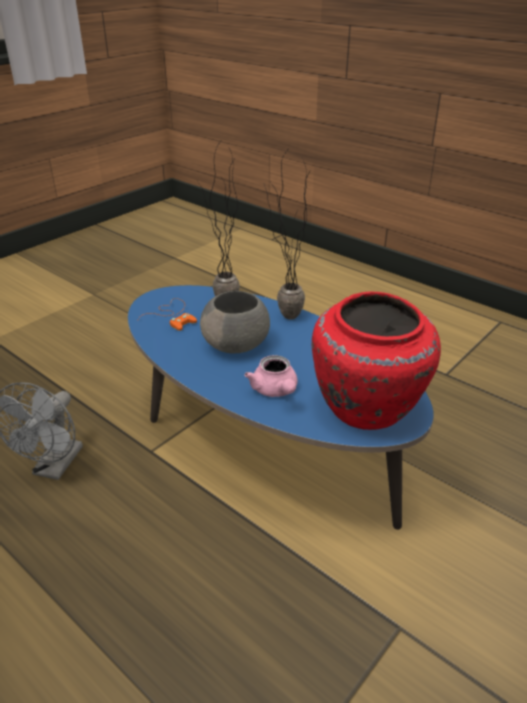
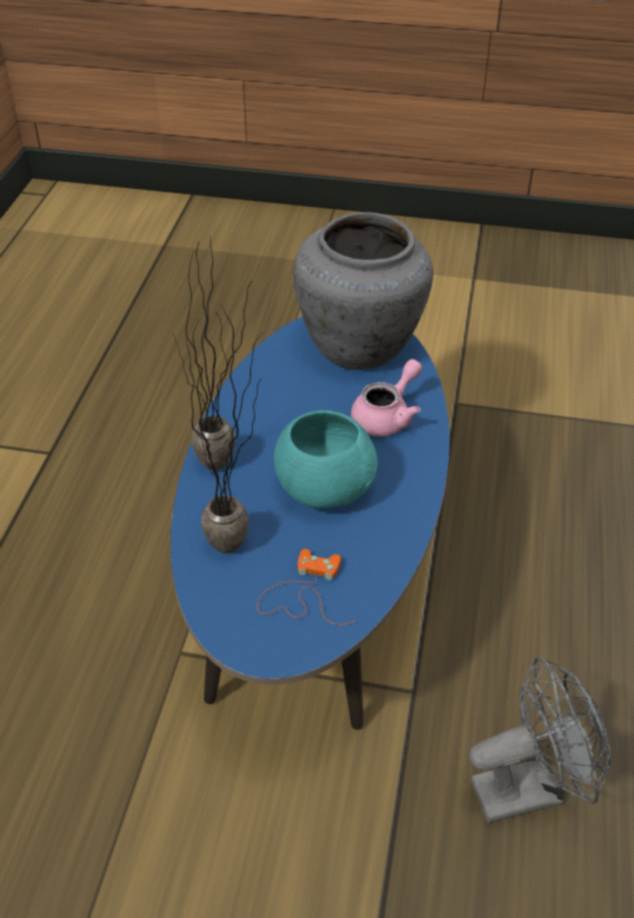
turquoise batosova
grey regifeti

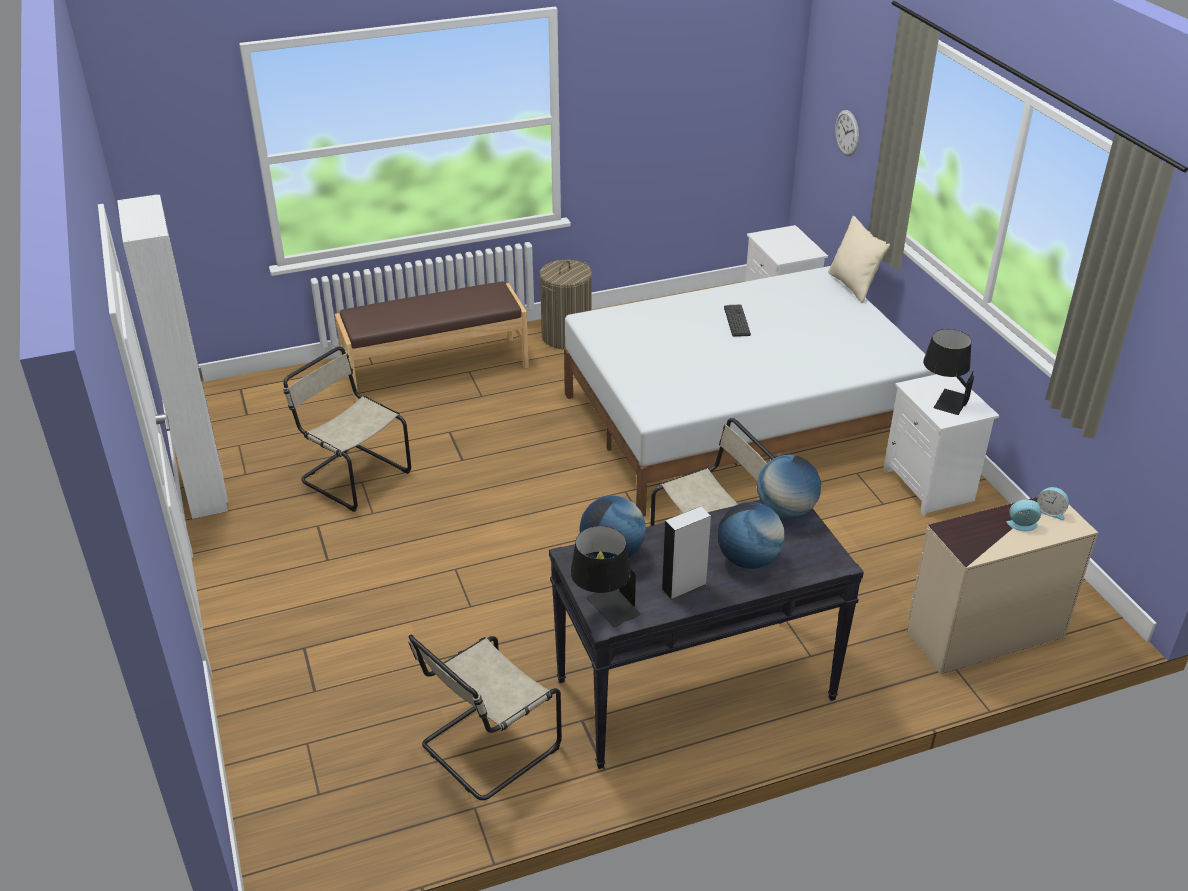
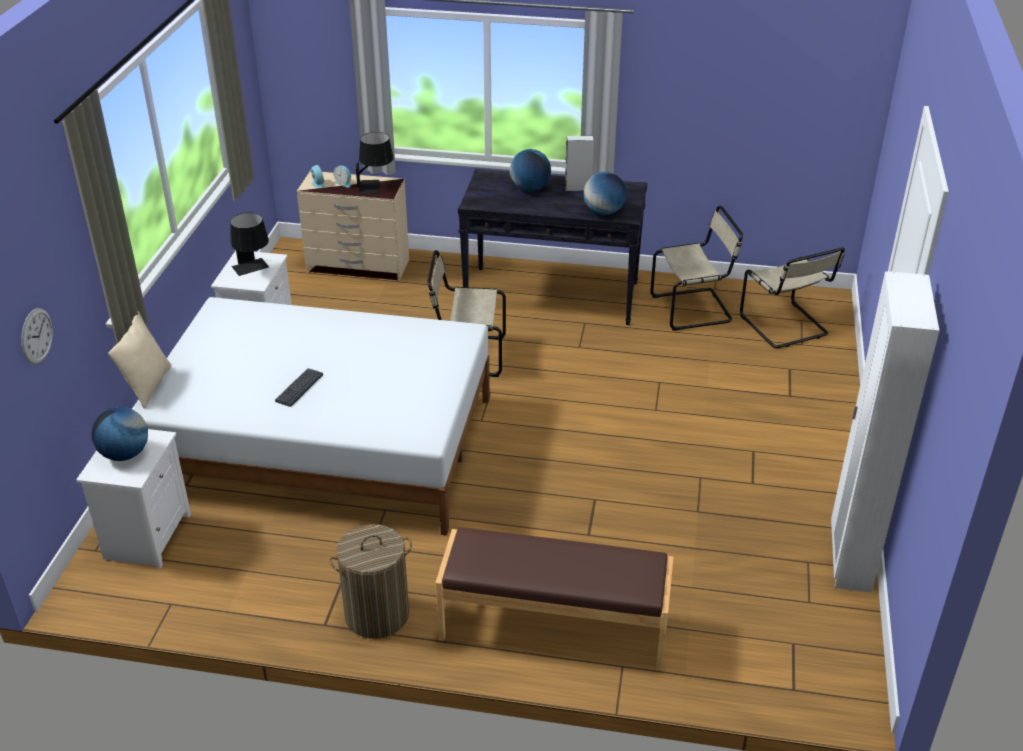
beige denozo (no. 3 from left)
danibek (no. 1 from left)
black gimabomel (no. 2 from left)

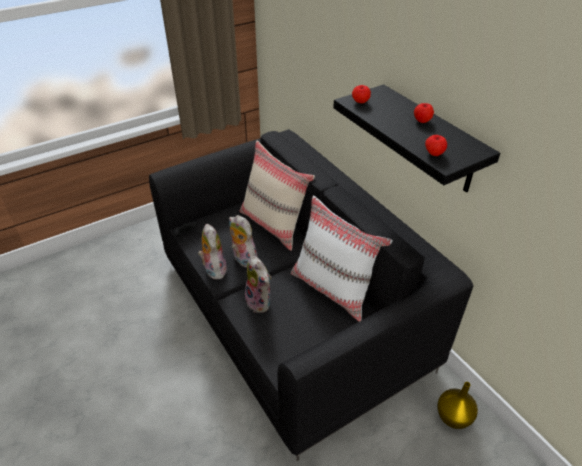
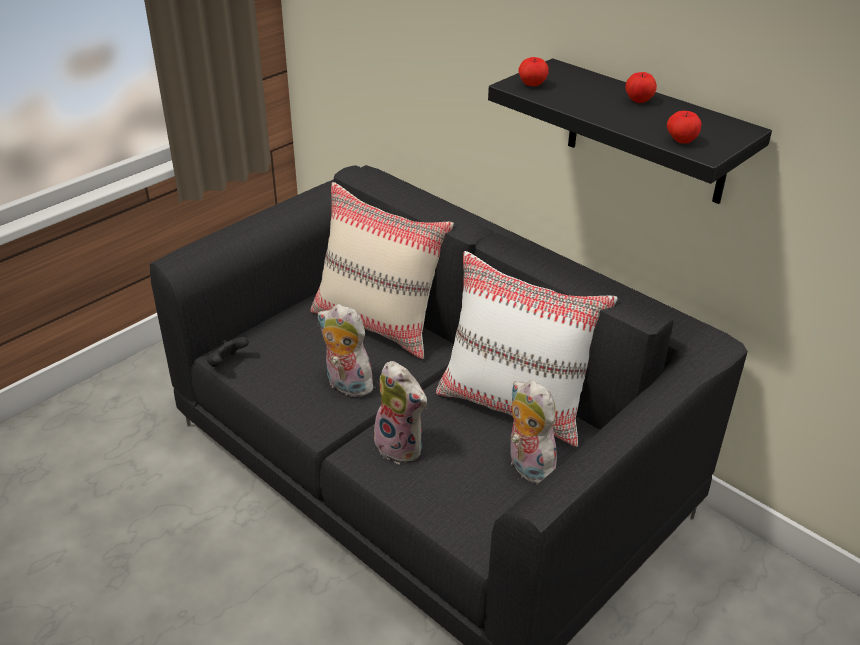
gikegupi (no. 3 from left)
yellow regifeti

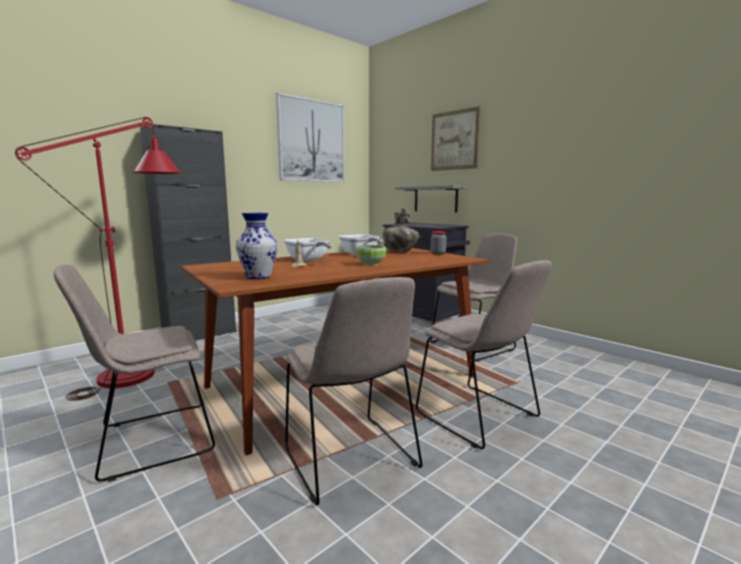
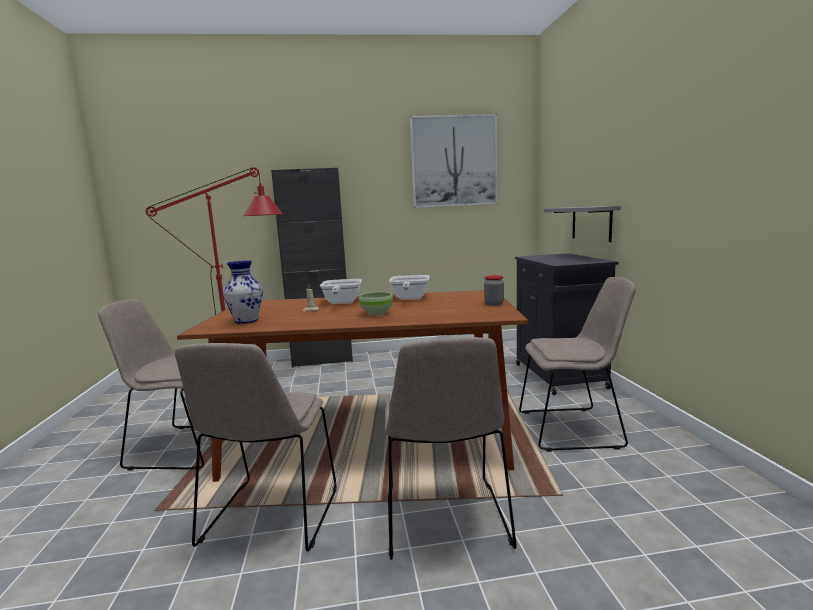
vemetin (no. 2 from left in the first image)
regifeti (no. 2 from left in the first image)

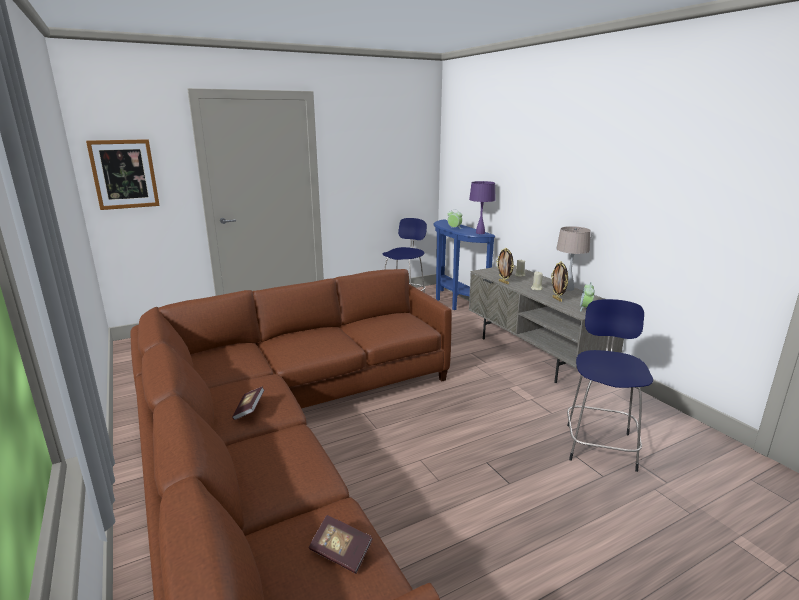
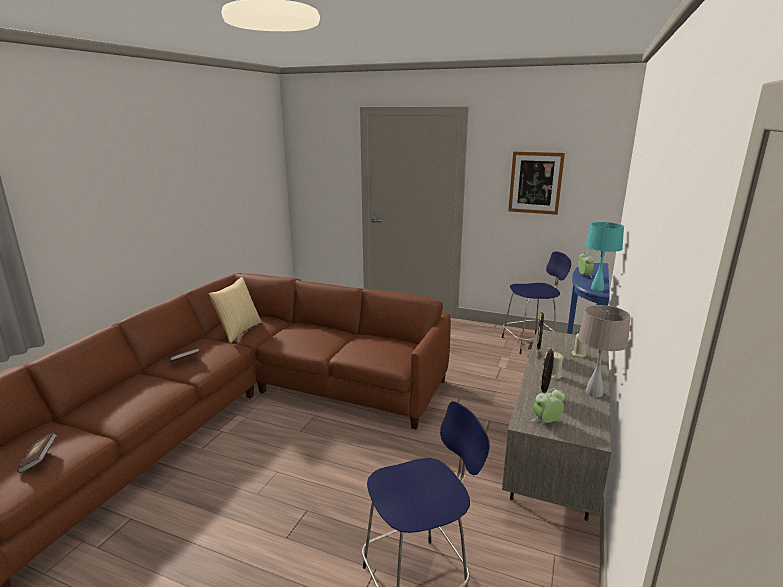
vemetin
turquoise gimabomel
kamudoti

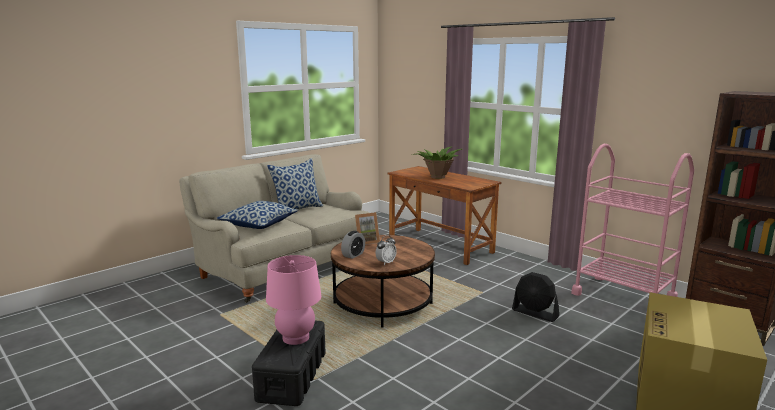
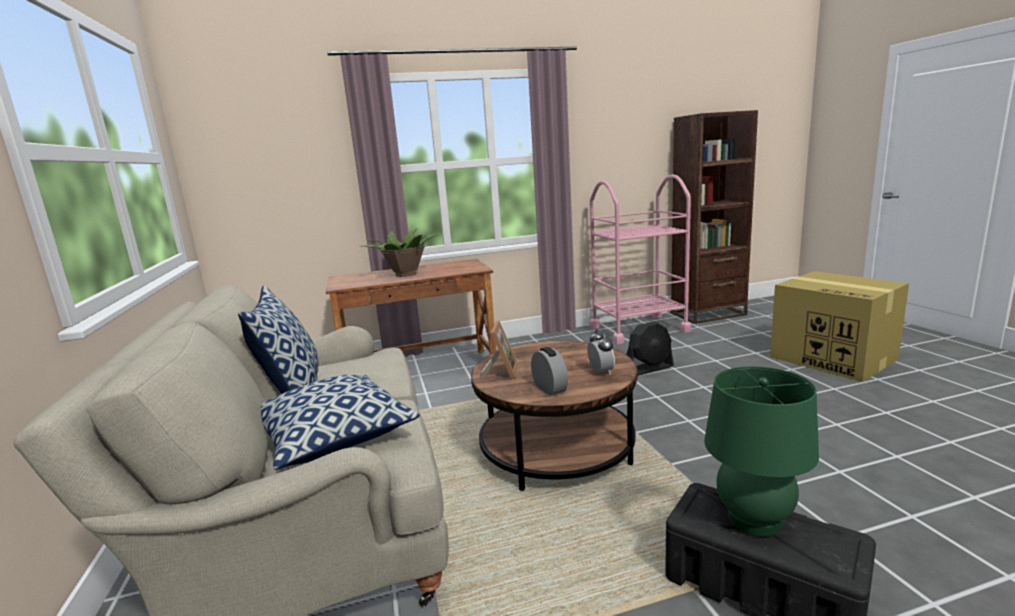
green gimabomel

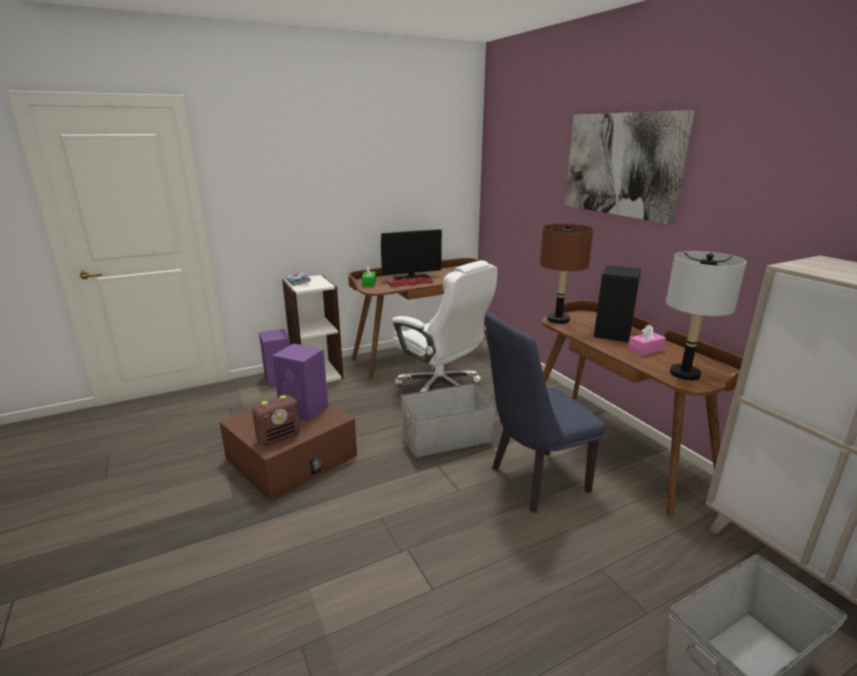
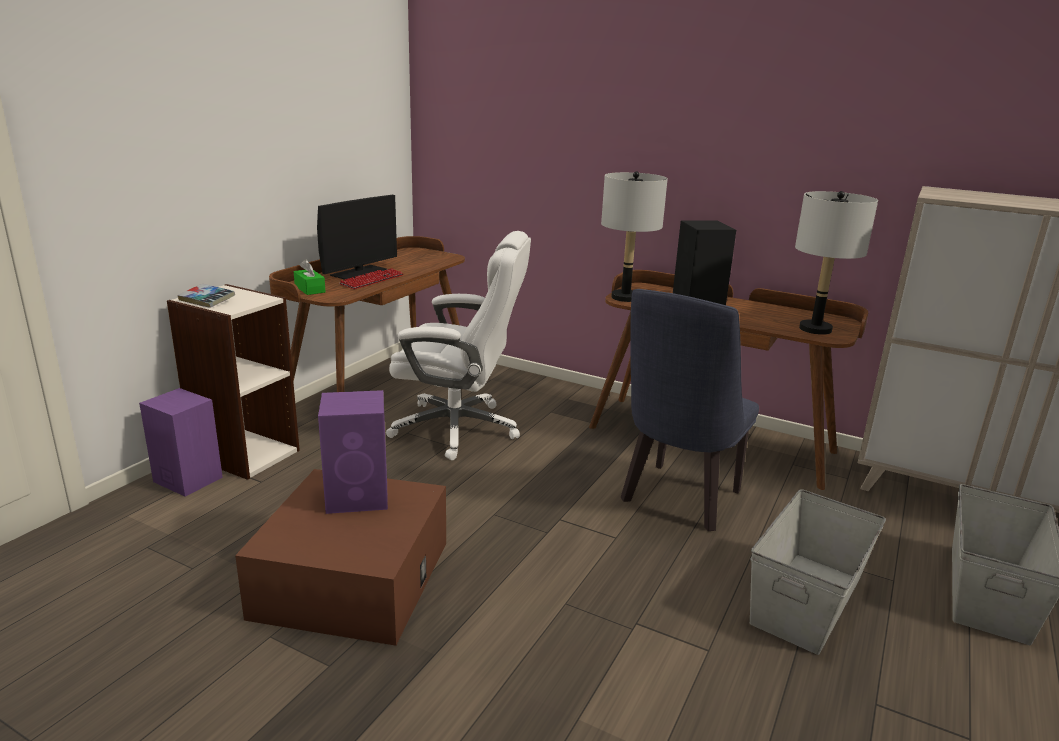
vemetin
grey gimabomel (no. 1 from left)
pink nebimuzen
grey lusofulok (no. 1 from left)
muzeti

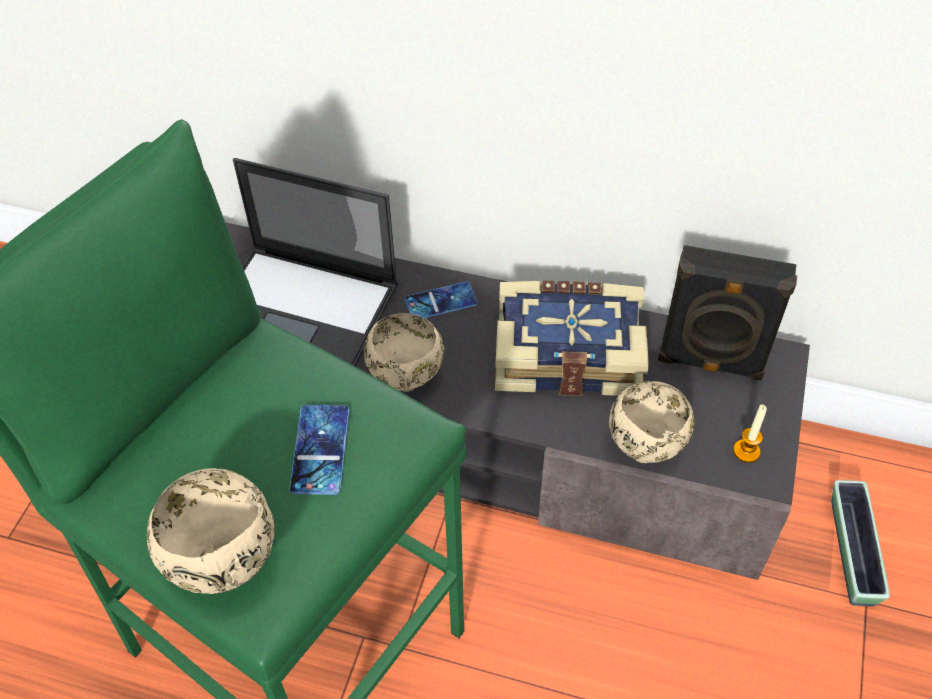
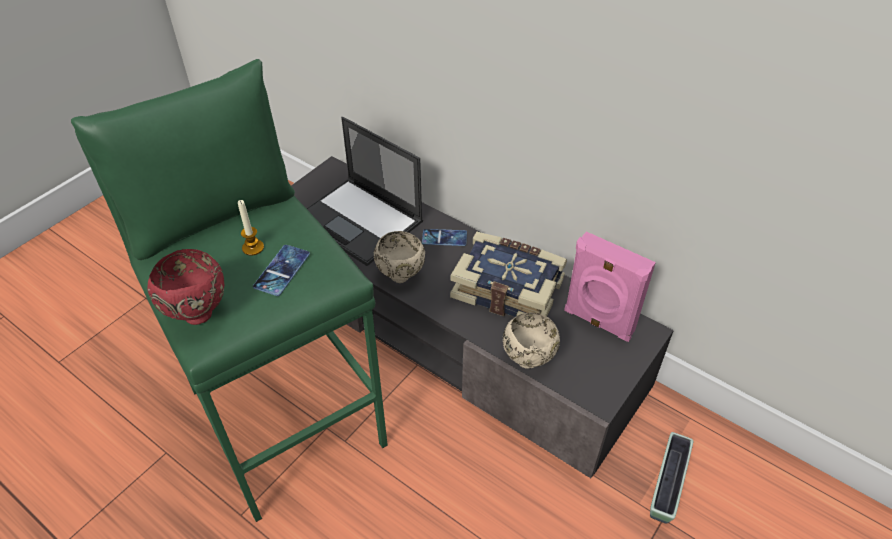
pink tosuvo
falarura
red batosova

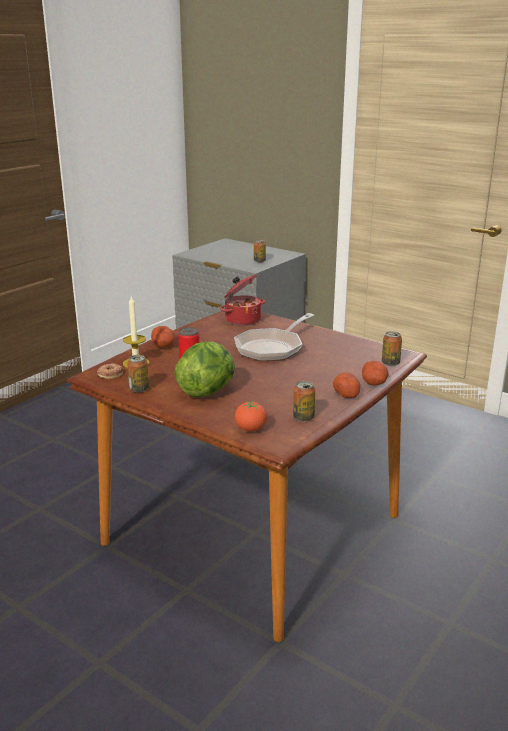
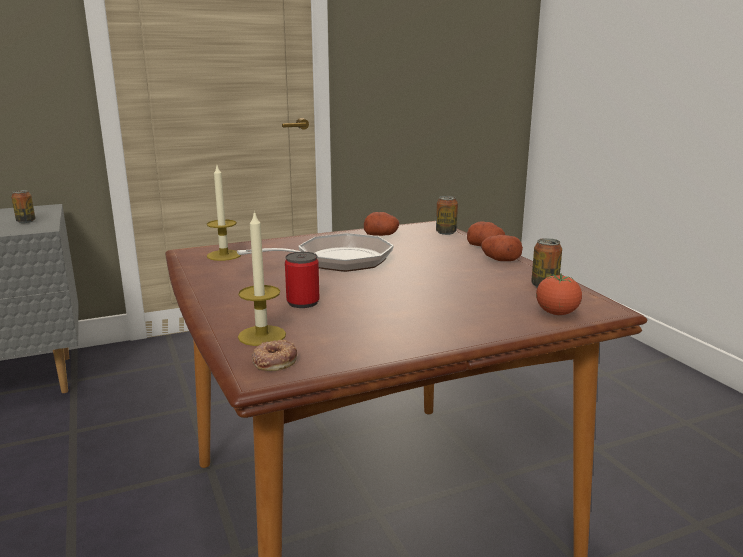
falarura (no. 1 from left)
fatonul
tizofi (no. 1 from left)
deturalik
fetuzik (no. 1 from left in the first image)

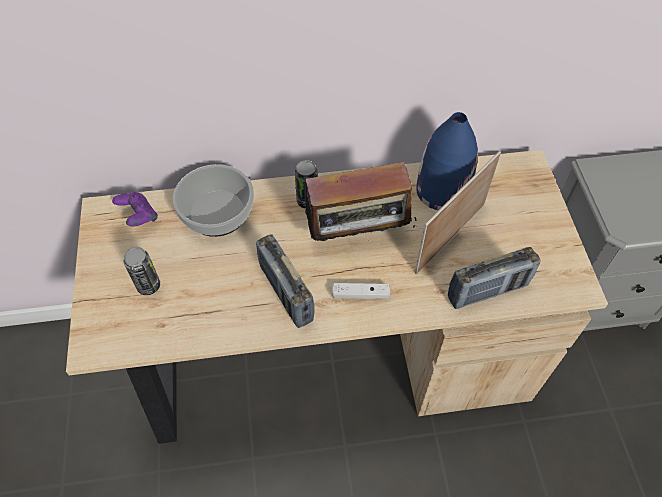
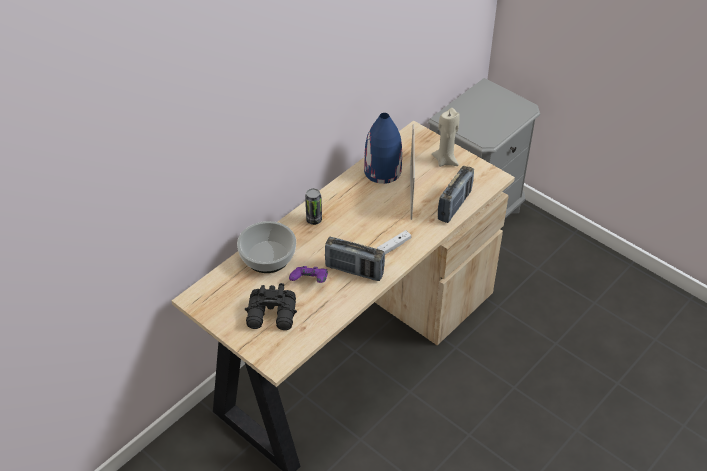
muzeti (no. 2 from left in the first image)
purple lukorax
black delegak
beige falarura

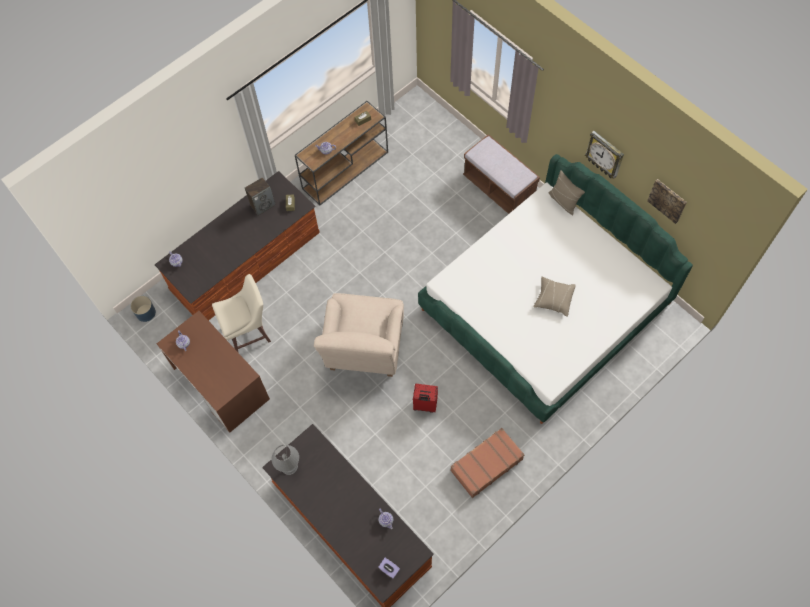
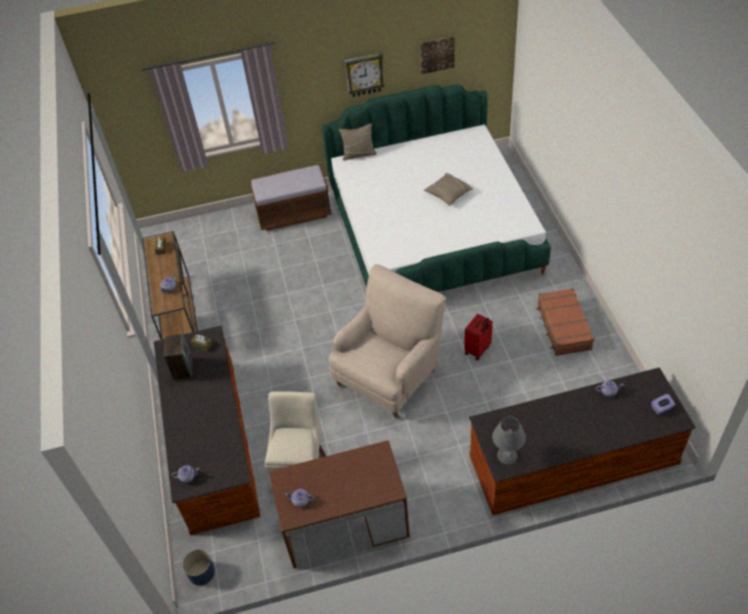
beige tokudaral

